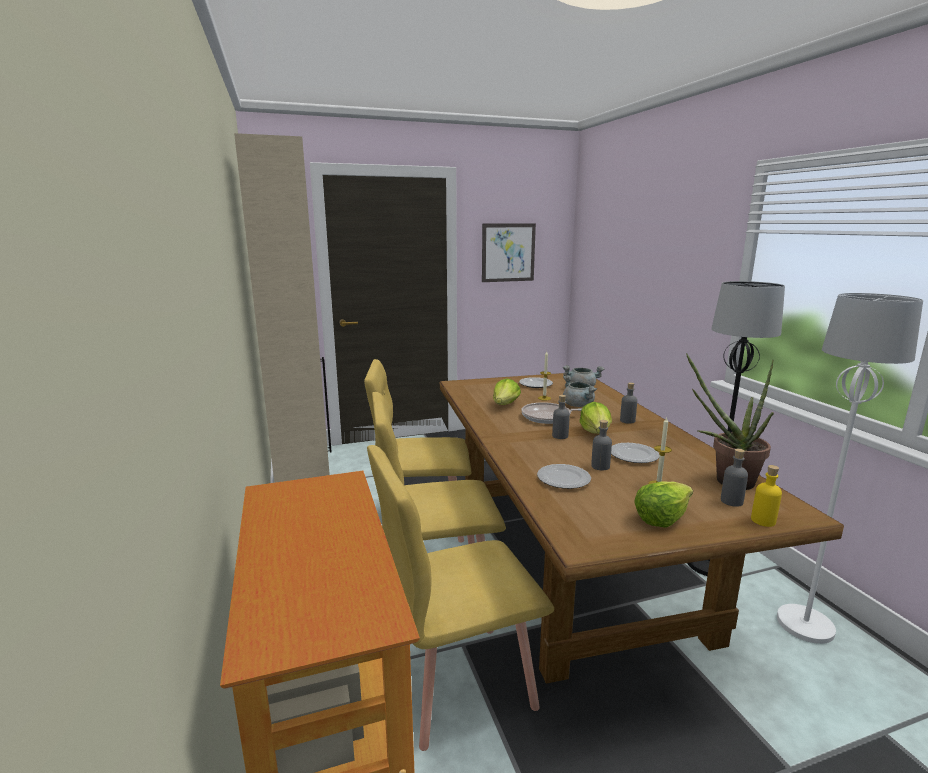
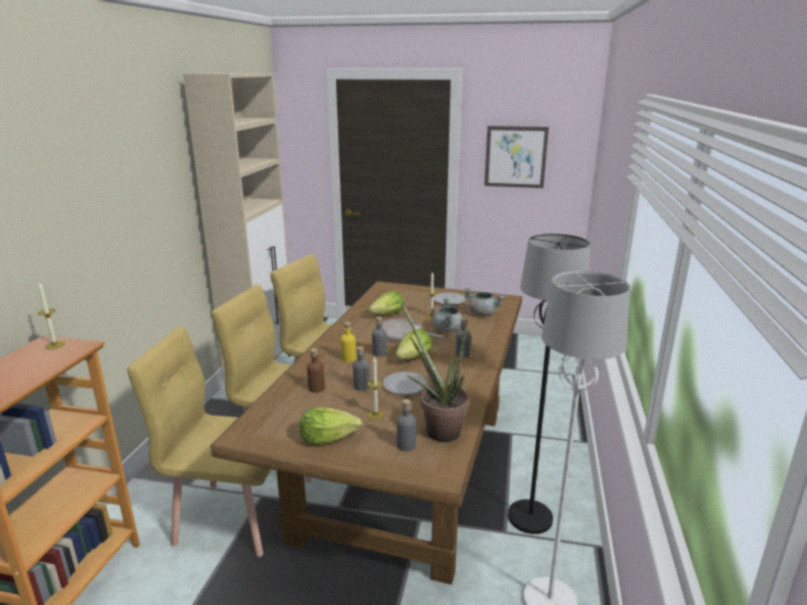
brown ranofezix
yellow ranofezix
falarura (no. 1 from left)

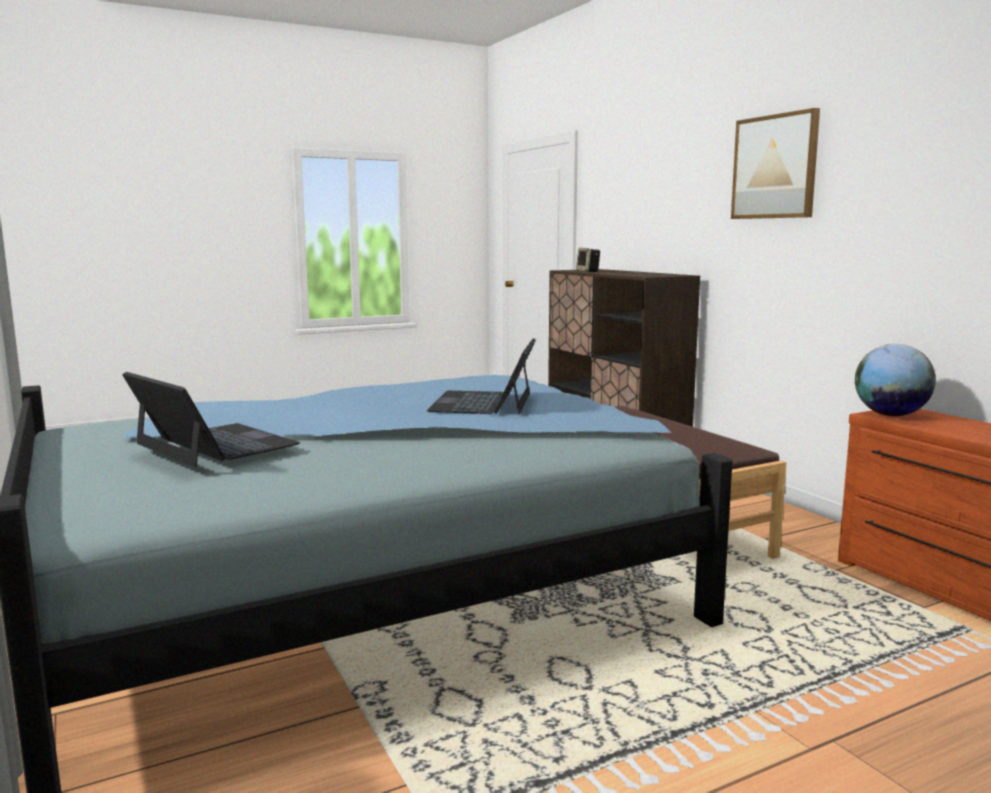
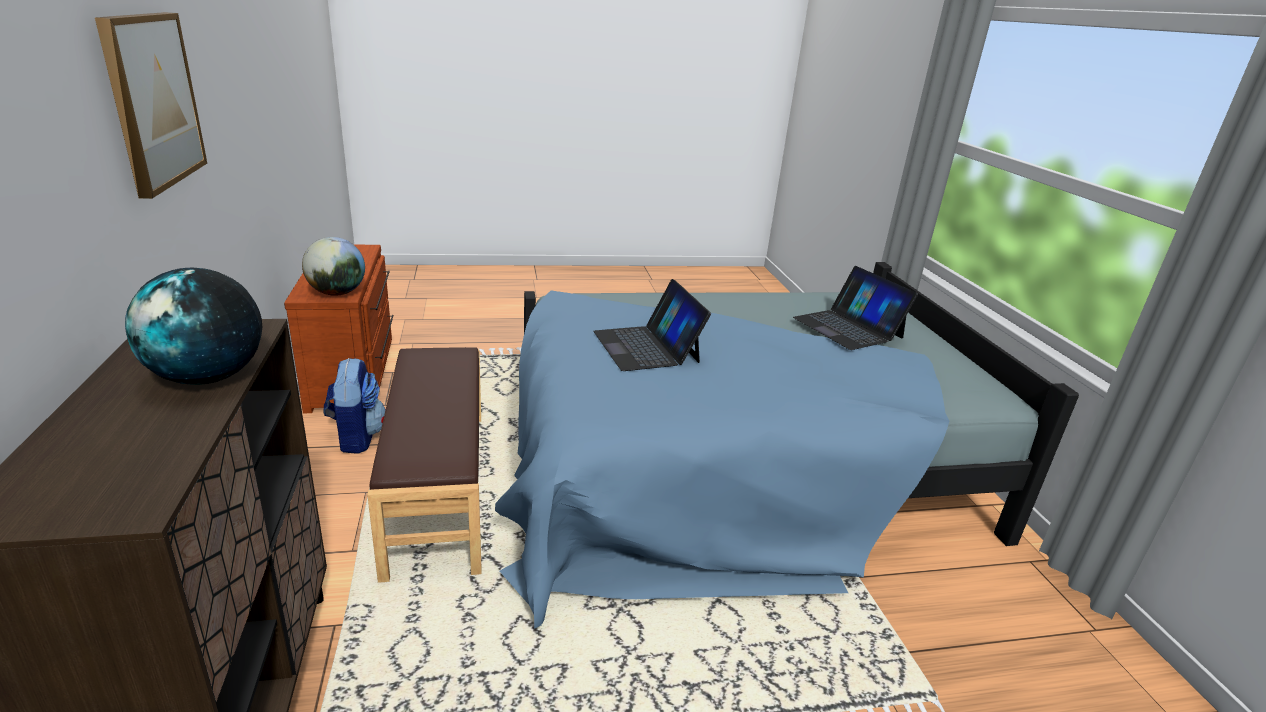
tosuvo
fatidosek (no. 1 from left)
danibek (no. 1 from left)
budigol

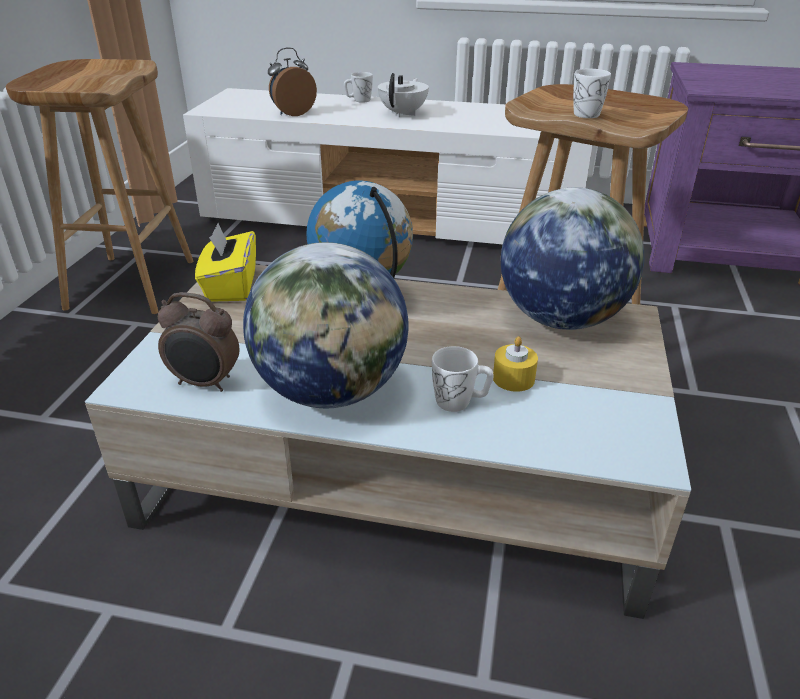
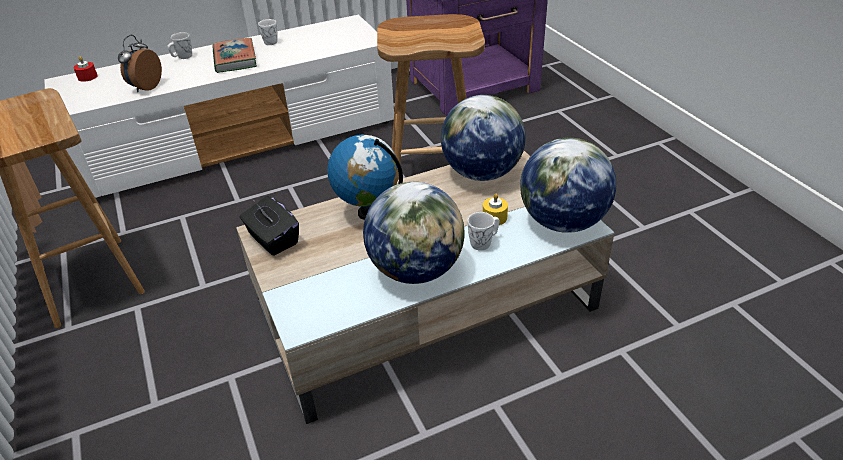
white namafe (no. 2 from left)
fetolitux
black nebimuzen
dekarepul (no. 1 from left in the first image)
red falarura
danibek (no. 4 from left)

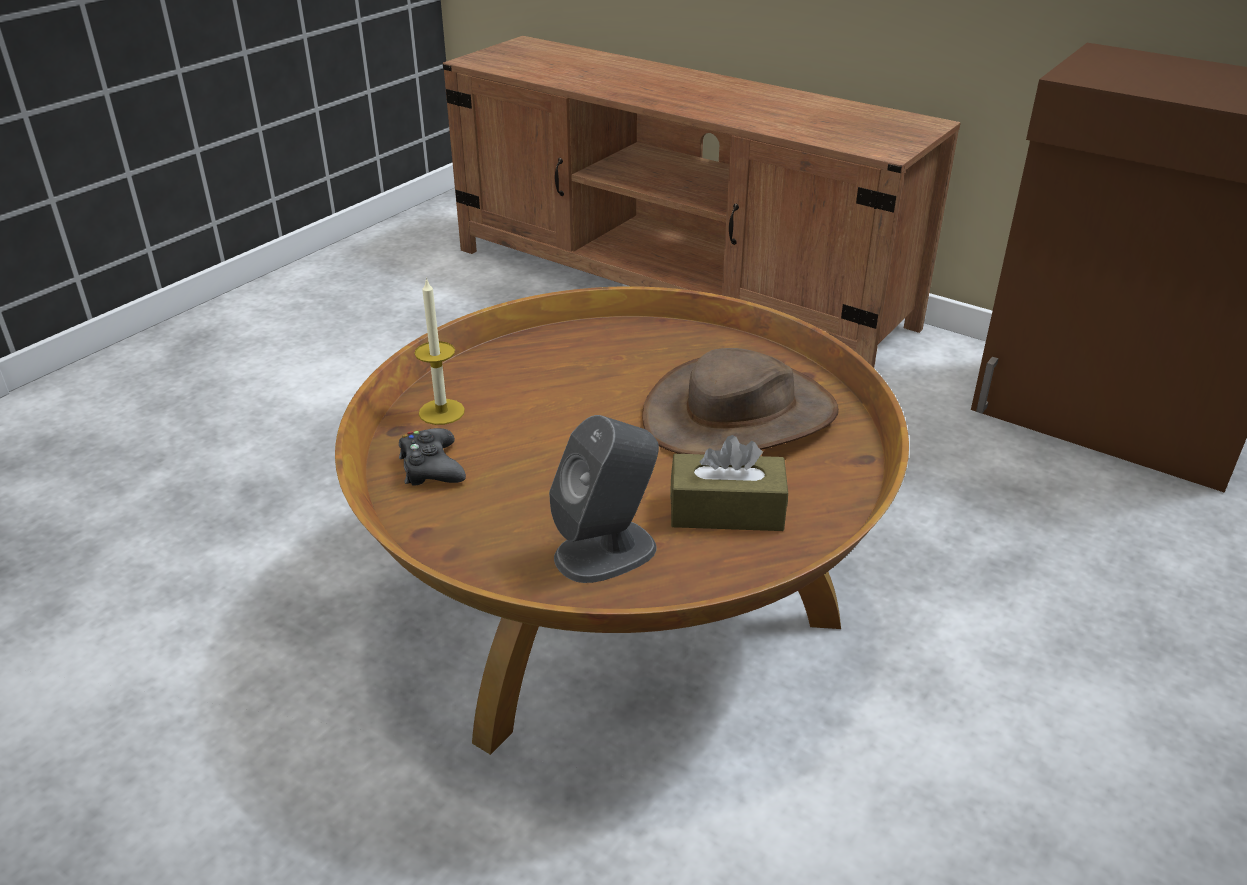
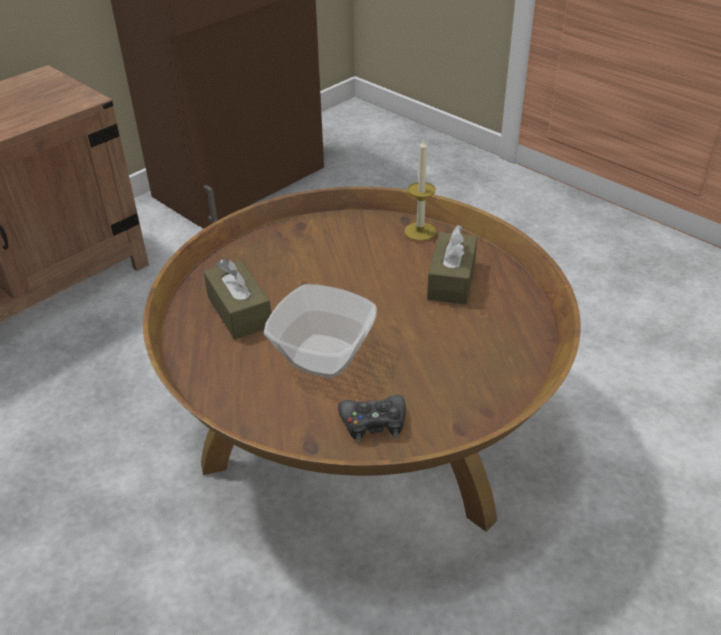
falarura
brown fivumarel
grey tosuvo
brown nebimuzen (no. 1 from left)
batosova

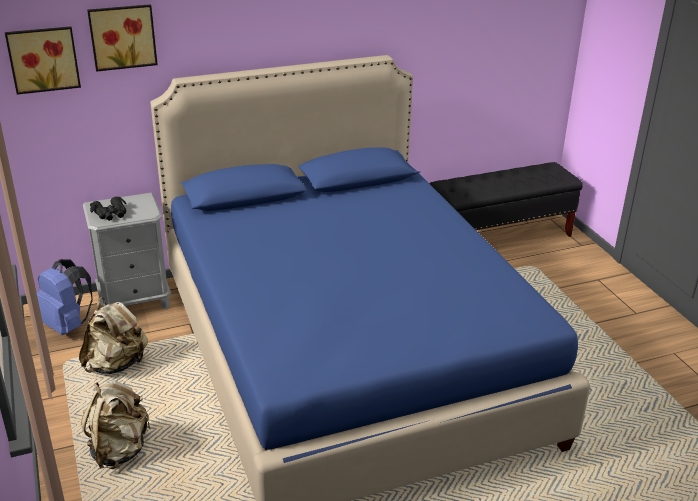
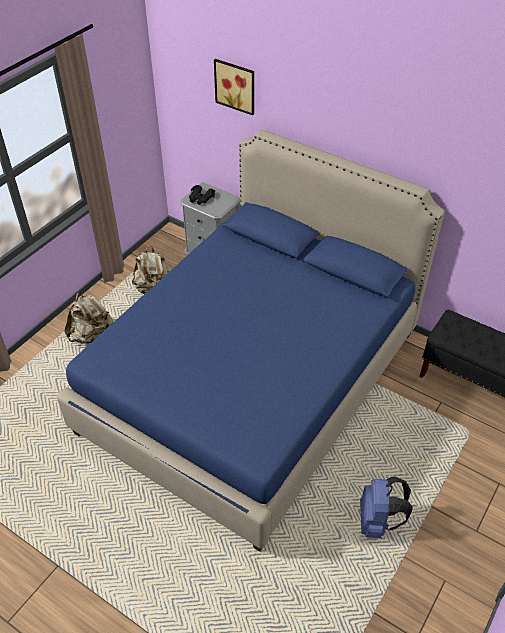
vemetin (no. 1 from left in the first image)
blue budigol

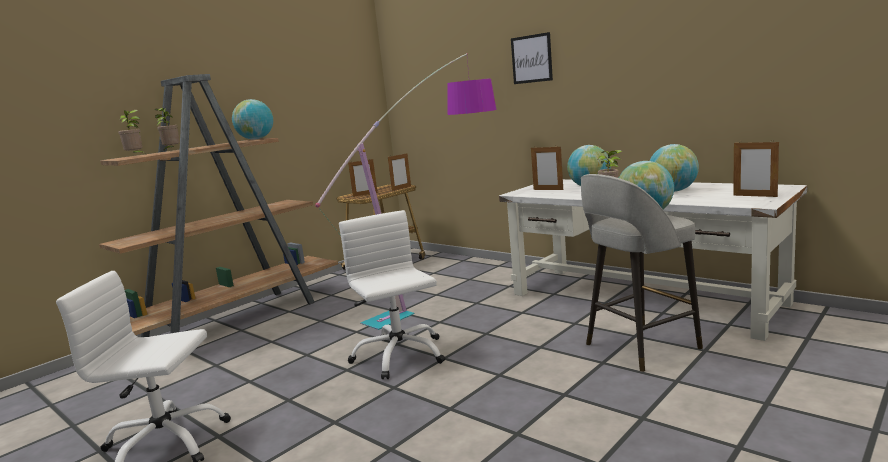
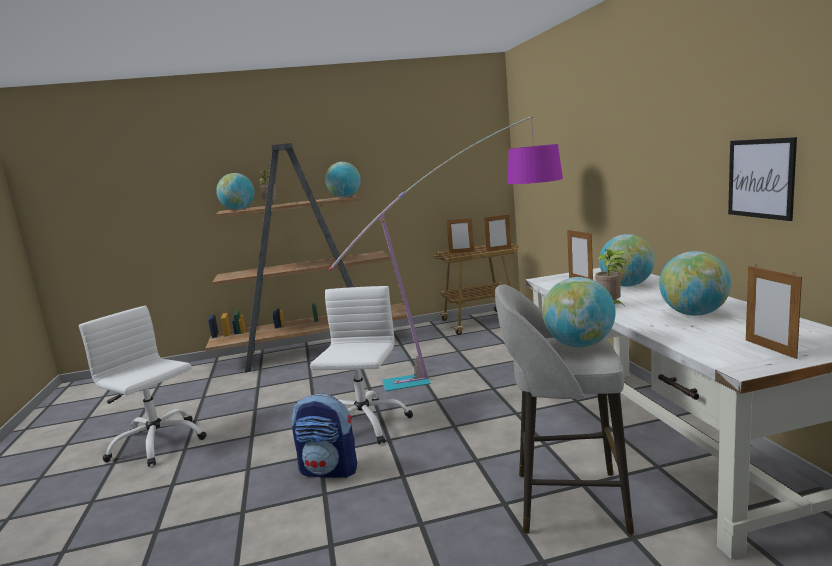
vemetin
danibek (no. 1 from left)
budigol

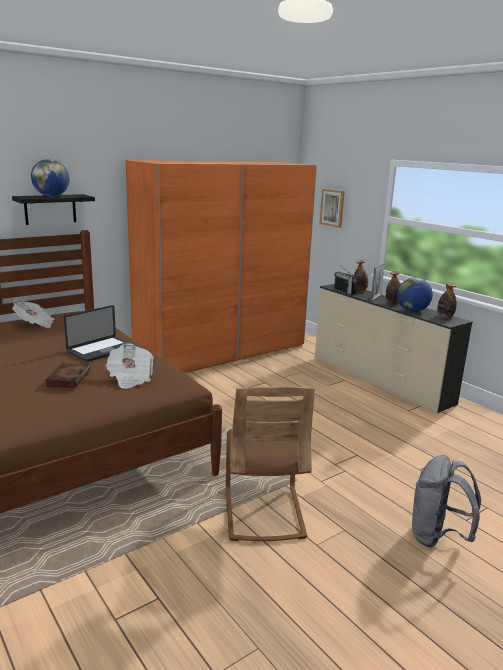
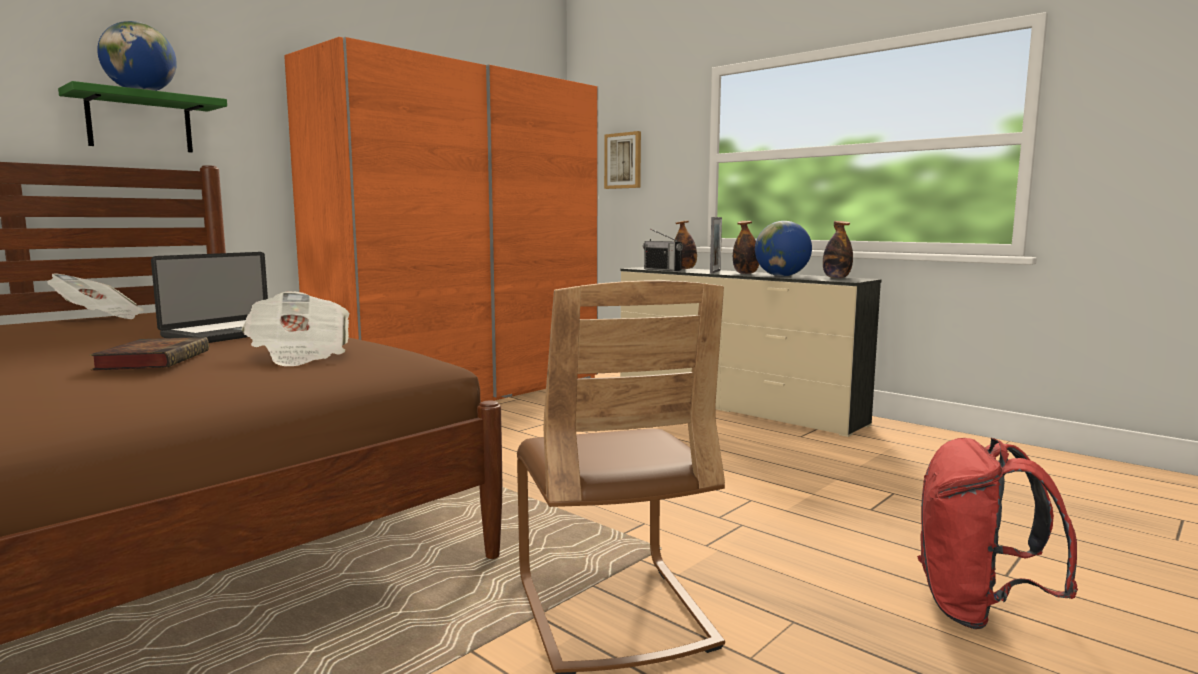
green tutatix
red budigol

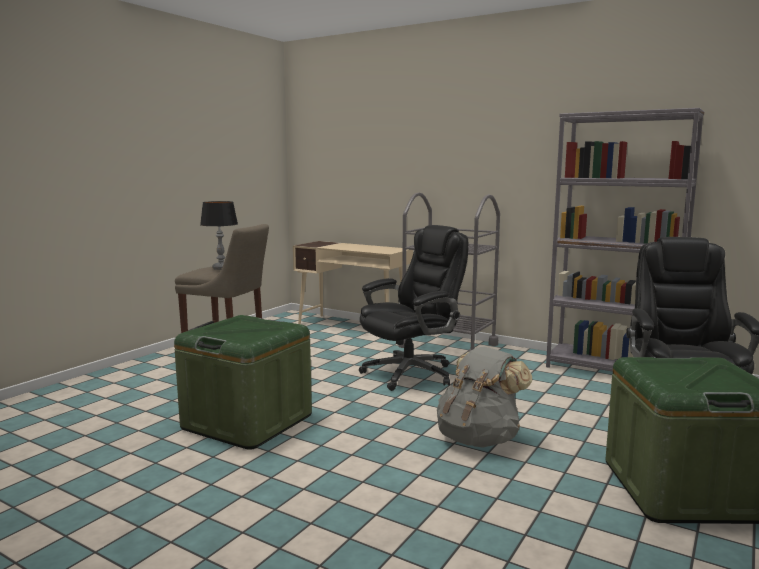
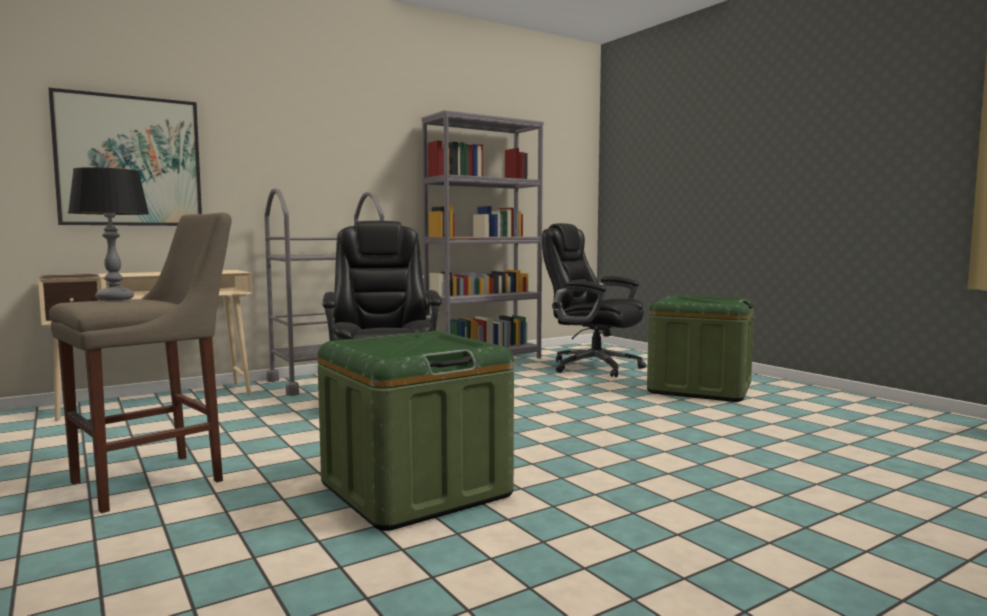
grey budigol
vemetin

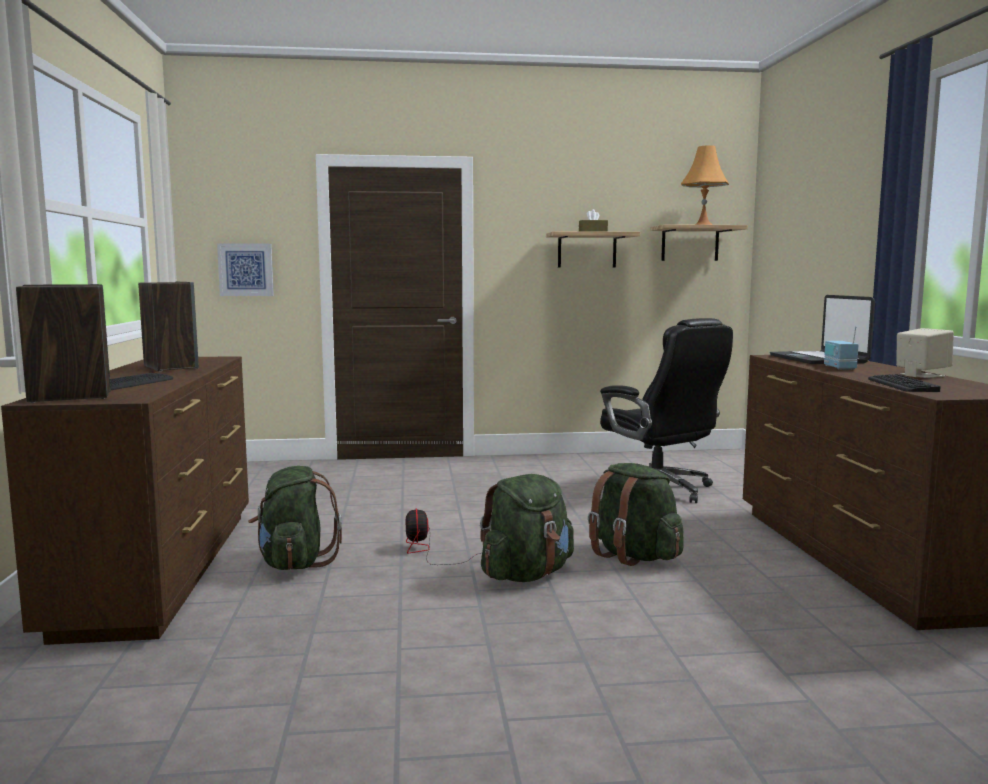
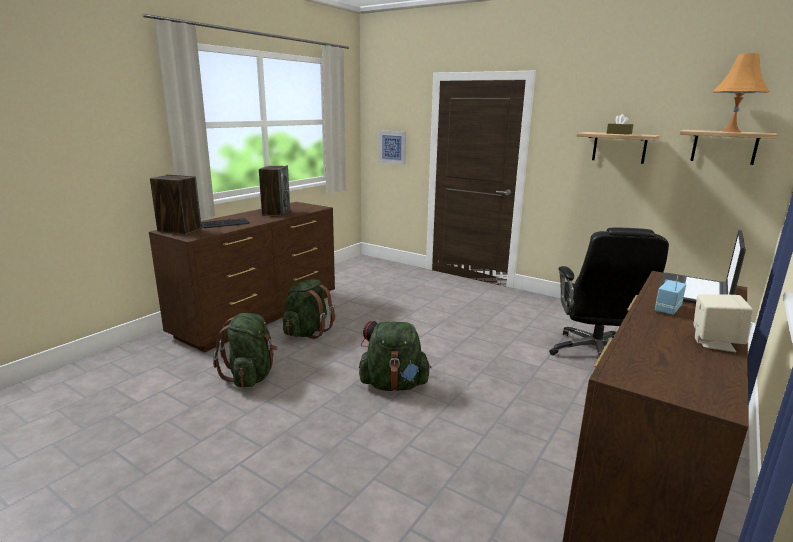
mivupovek (no. 2 from left in the first image)
green budigol (no. 1 from left)

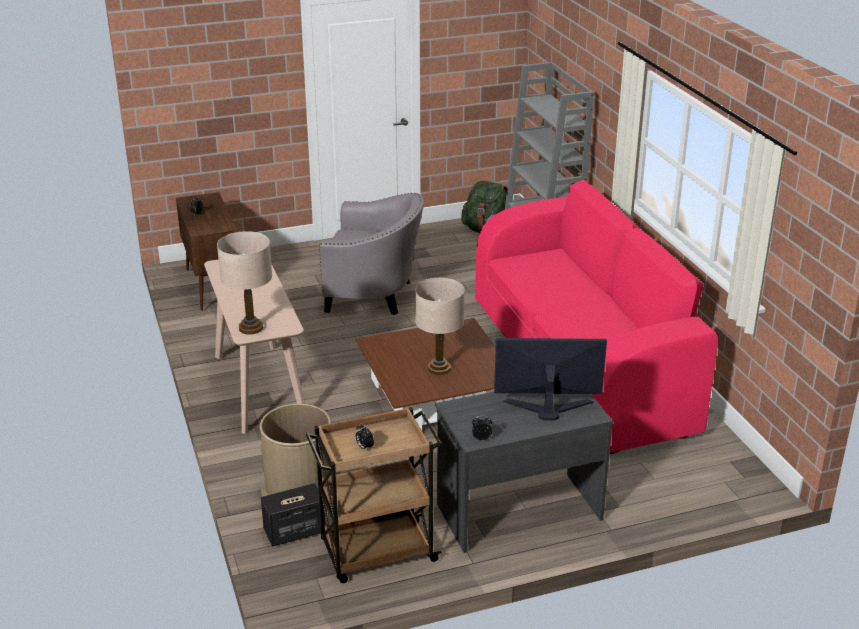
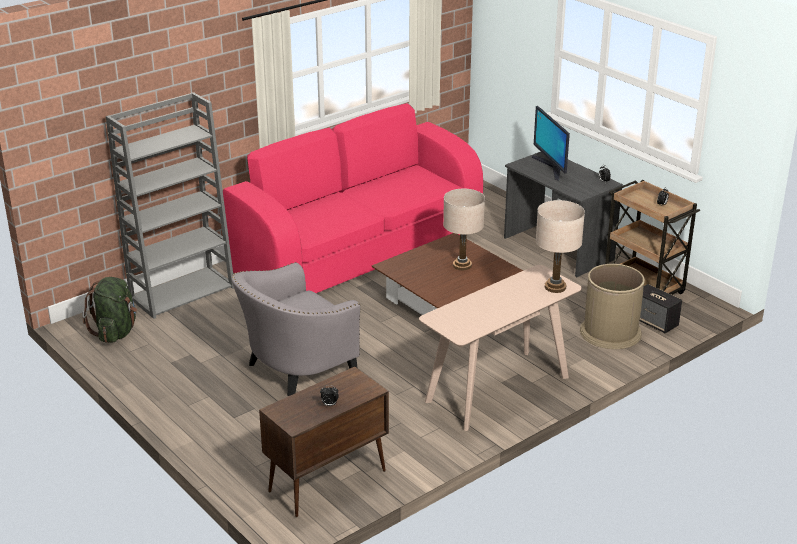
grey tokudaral

